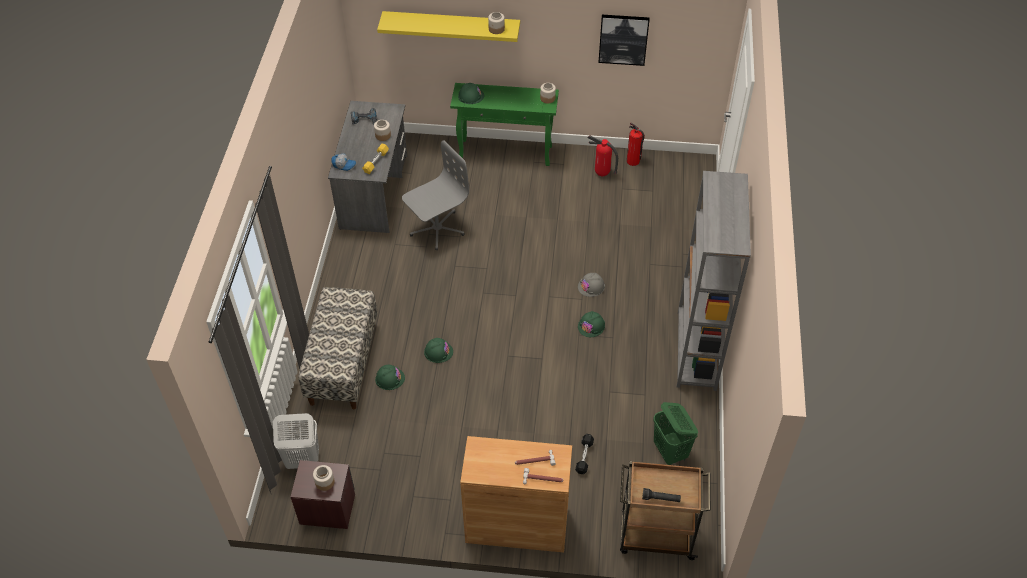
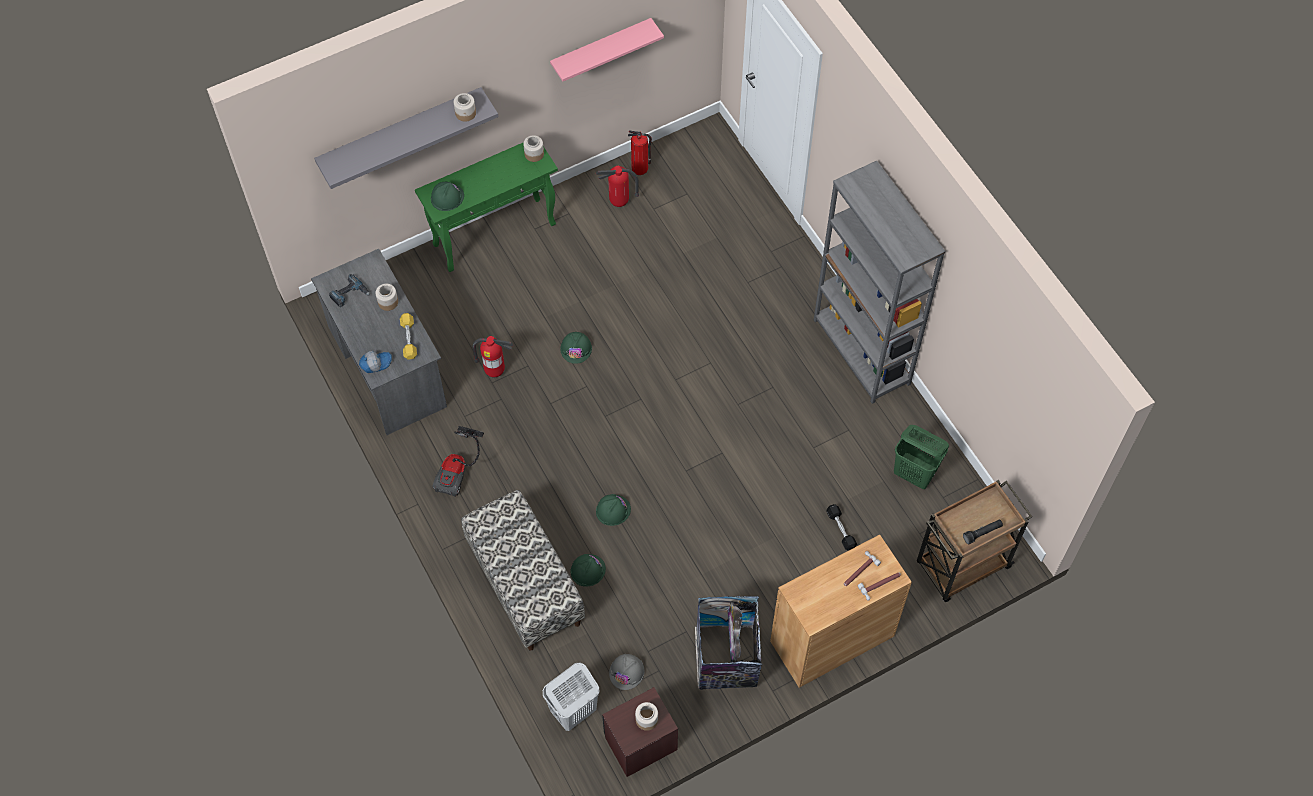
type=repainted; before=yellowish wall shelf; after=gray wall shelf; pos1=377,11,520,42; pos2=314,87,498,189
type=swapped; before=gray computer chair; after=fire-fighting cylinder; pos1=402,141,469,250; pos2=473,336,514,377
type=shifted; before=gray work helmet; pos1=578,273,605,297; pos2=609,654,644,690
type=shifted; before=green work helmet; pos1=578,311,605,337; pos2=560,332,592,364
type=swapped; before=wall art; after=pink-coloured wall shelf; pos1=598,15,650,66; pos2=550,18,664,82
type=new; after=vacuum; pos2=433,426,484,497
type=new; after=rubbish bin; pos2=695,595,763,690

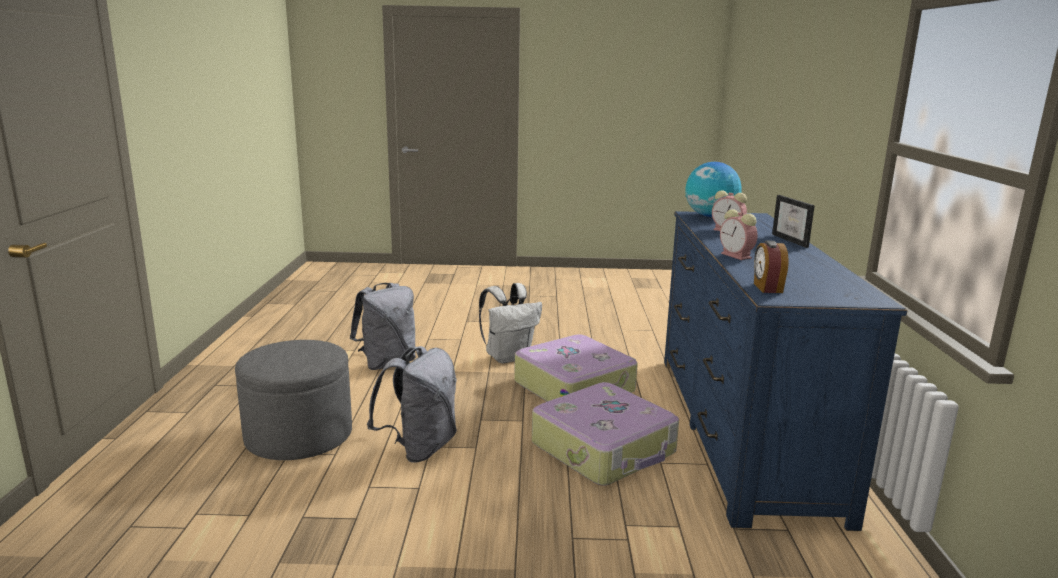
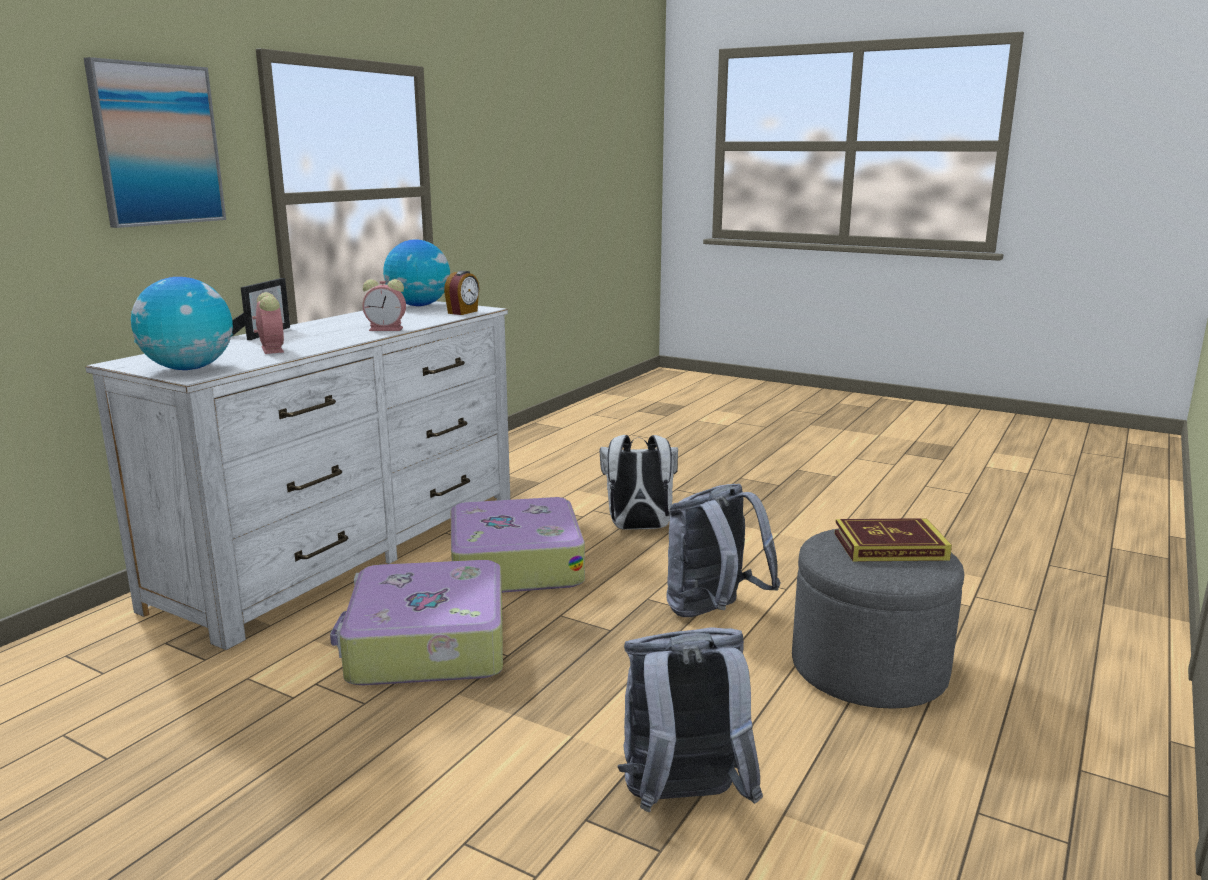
type=shifted; before=white backpack; pos1=479,283,542,363; pos2=600,435,678,530
type=repainted; before=blue drawer chest; after=white drawer chest; pos1=664,211,907,531; pos2=85,301,510,650
type=rotated; before=table clock; pos1=720,209,758,260; pos2=363,279,406,331; turn=90
type=new; after=wall art; pos2=84,57,226,228
type=new; after=globe; pos2=383,240,450,306
type=new; after=bound book; pos2=835,518,952,561

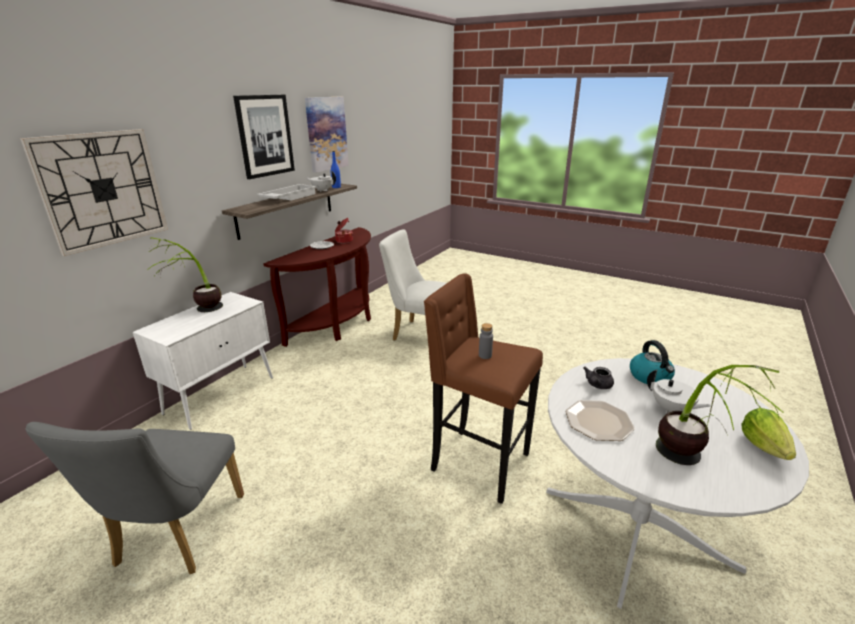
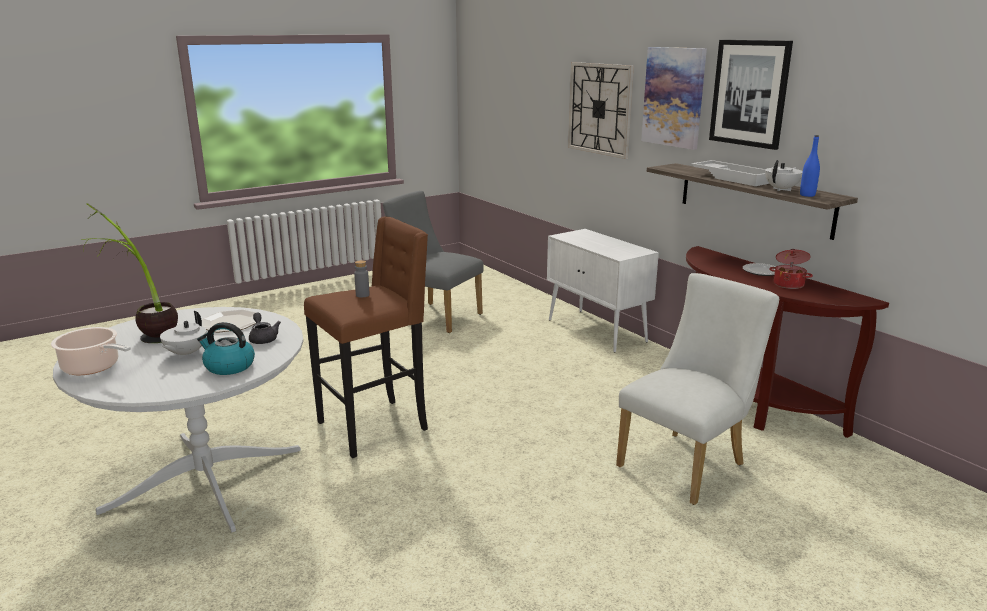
type=gone; before=plant in a pot; pos1=147,237,223,312
type=shifted; before=wall art; pos1=305,97,349,173; pos2=641,47,707,150
type=rotated; before=white pot for tea; pos1=647,369,711,414; pos2=160,311,206,359; turn=-60
type=swapped; before=lettuce head; after=saucepot; pos1=741,408,796,460; pos2=51,327,131,375

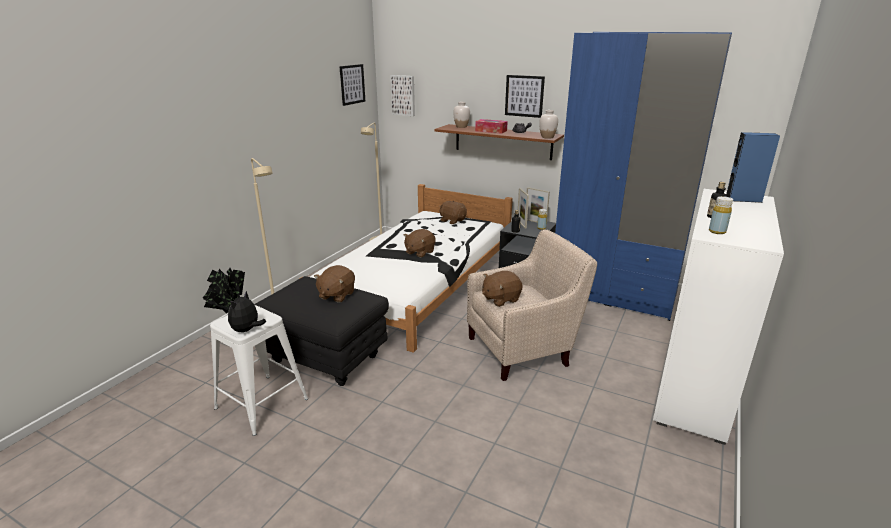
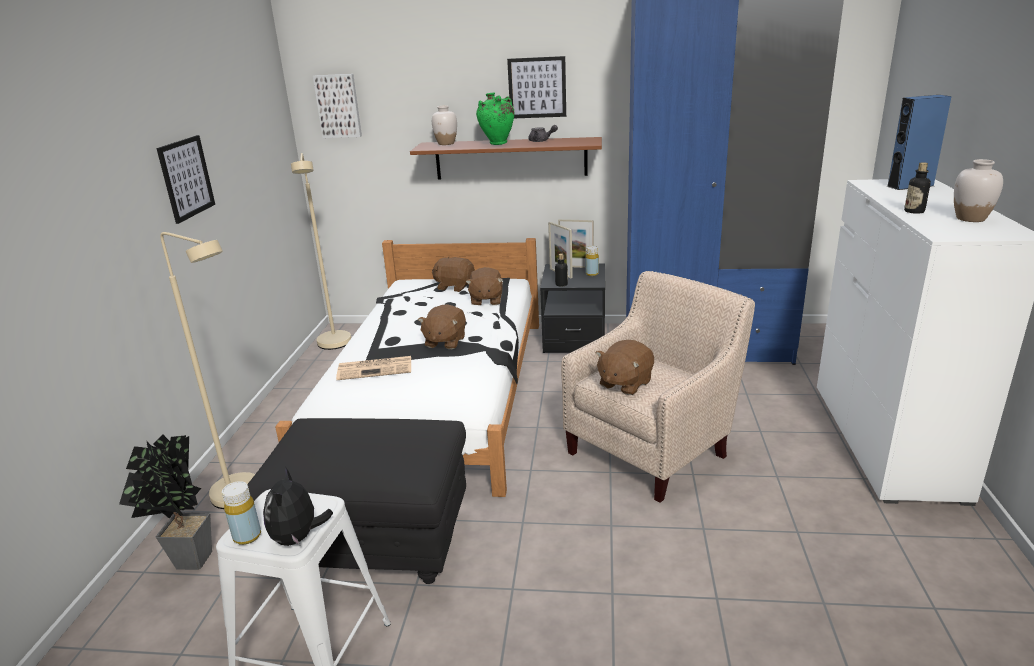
type=shifted; before=brownish plush toy; pos1=314,265,355,303; pos2=465,267,503,305
type=shifted; before=wall art; pos1=339,64,366,106; pos2=156,135,215,224
type=swapped; before=tissue box; after=green vase; pos1=475,119,508,134; pos2=476,93,514,145
type=shifted; before=white vase; pos1=539,110,558,139; pos2=954,159,1003,222
type=shifted; before=yellowish bottle; pos1=709,196,733,234; pos2=222,481,261,545
type=new; after=daily paper; pos2=336,356,411,380

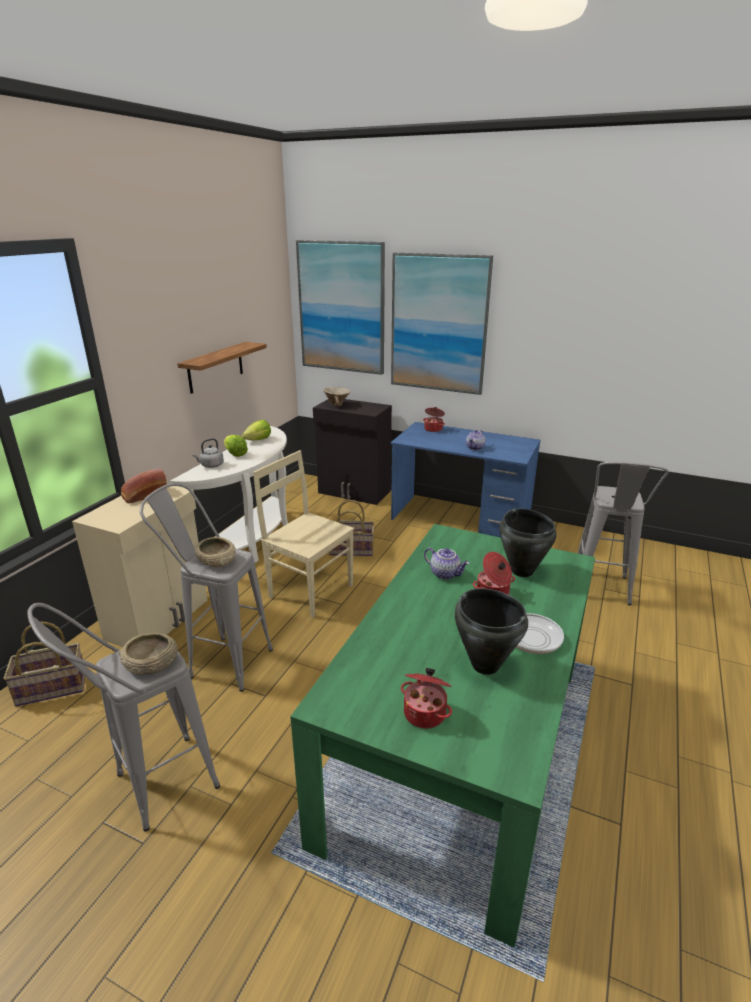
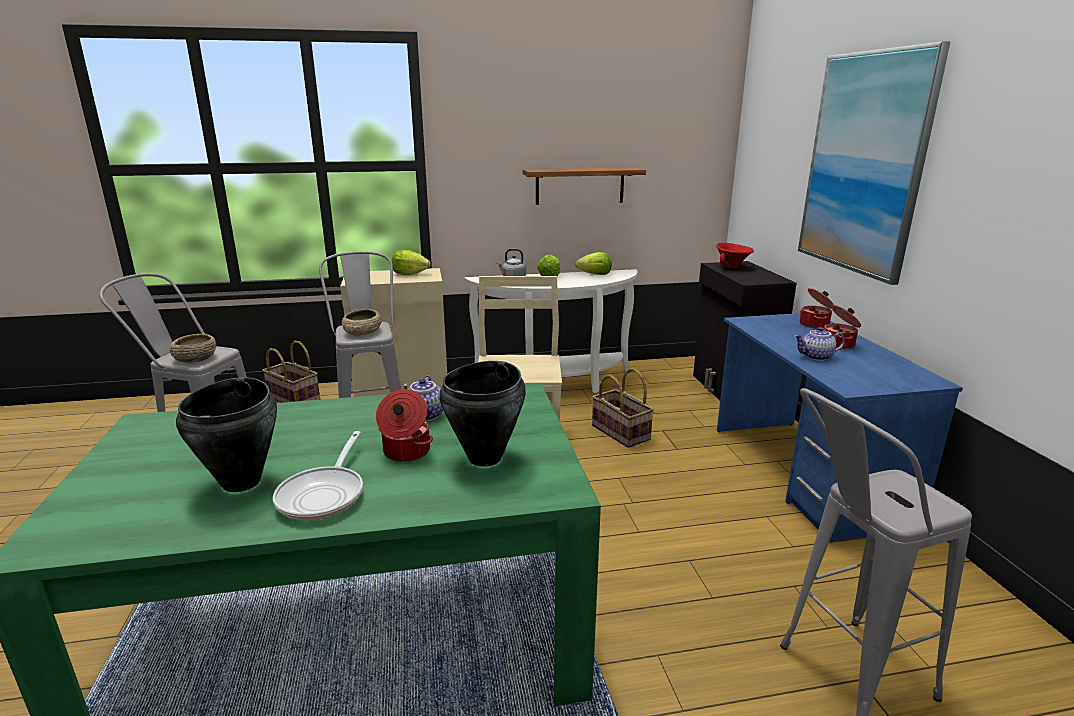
type=swapped; before=baked bread; after=lettuce head; pos1=121,468,167,503; pos2=392,250,431,275
type=gone; before=wall art; pos1=296,240,385,375
type=repainted; before=beige bowl; after=red-coloured bowl; pos1=323,387,351,407; pos2=716,243,754,269
type=shifted; before=saucepot; pos1=401,668,452,729; pos2=824,305,861,349

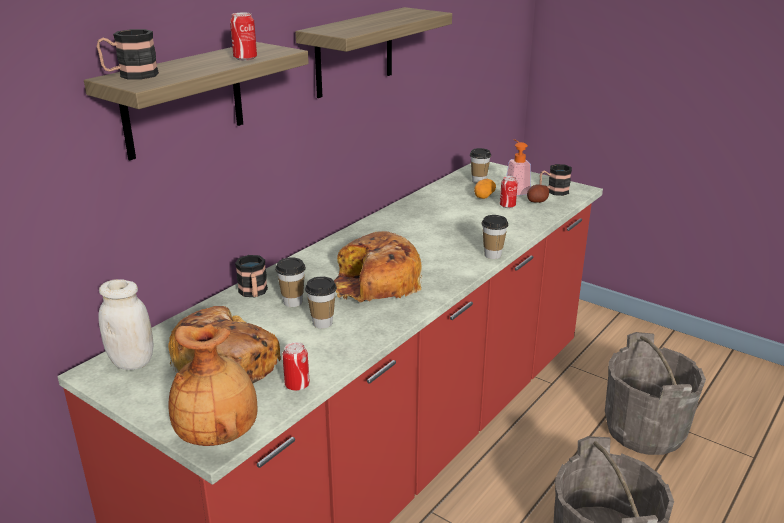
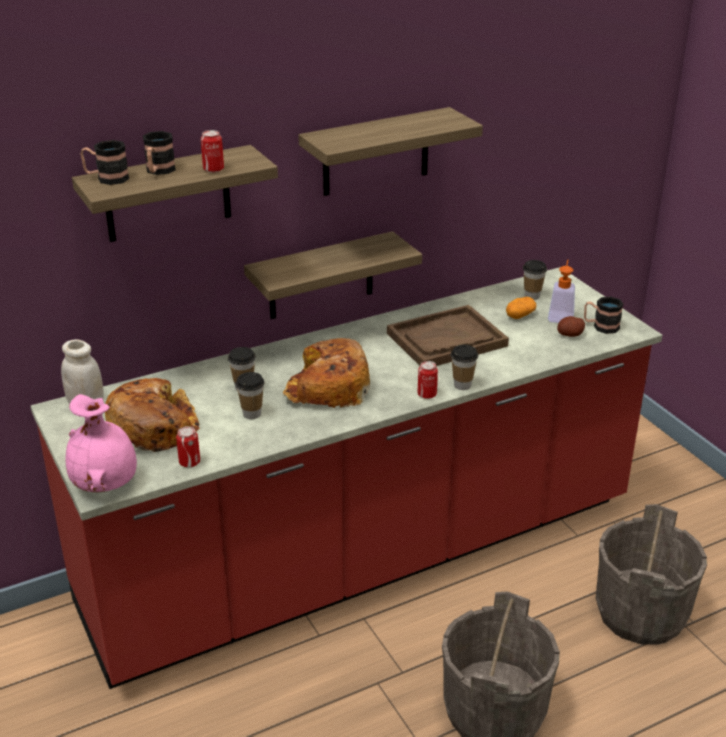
type=repainted; before=brownish vase; after=pink-coloured vase; pos1=169,324,257,446; pos2=66,394,137,492
type=shifted; before=coffee mug; pos1=235,255,268,297; pos2=143,131,176,175
type=shifted; before=sealed can; pos1=500,176,518,208; pos2=417,361,438,399
type=new; after=wall shelf; pos2=244,231,422,319
type=new; after=brownish tray; pos2=387,305,509,366

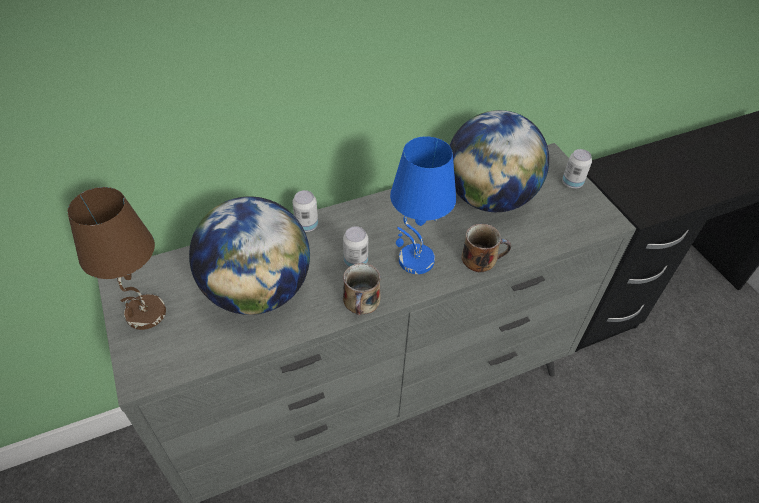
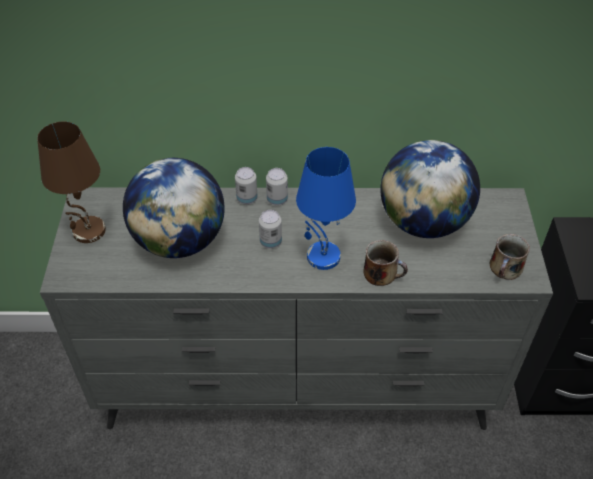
type=shifted; before=coffee mug; pos1=343,263,381,315; pos2=490,234,530,280
type=shifted; before=sealed can; pos1=562,149,592,189; pos2=266,168,288,206

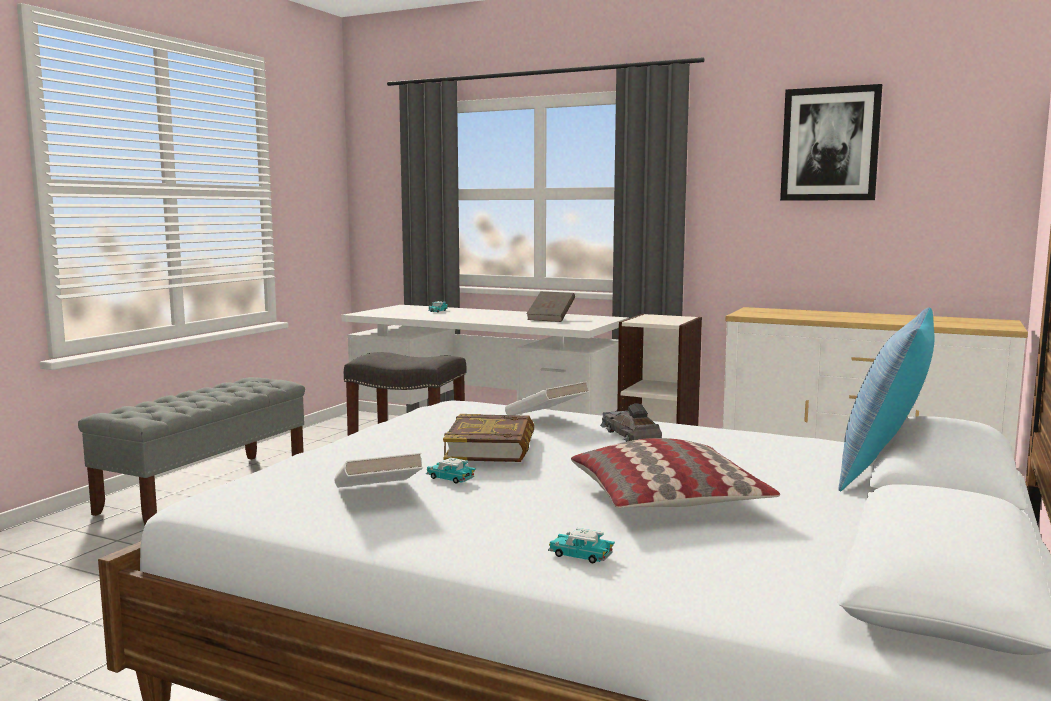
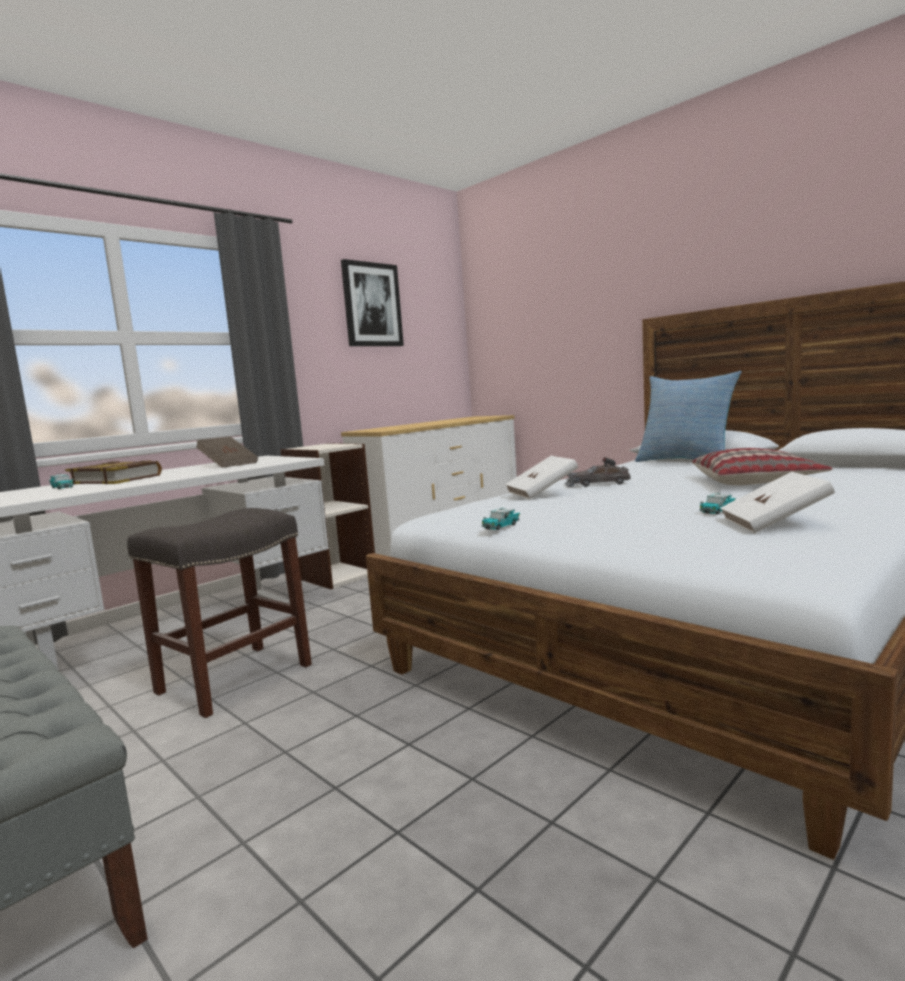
type=shifted; before=bound book; pos1=443,414,534,462; pos2=65,460,162,484
type=shifted; before=model car; pos1=548,528,615,563; pos2=481,508,520,530

